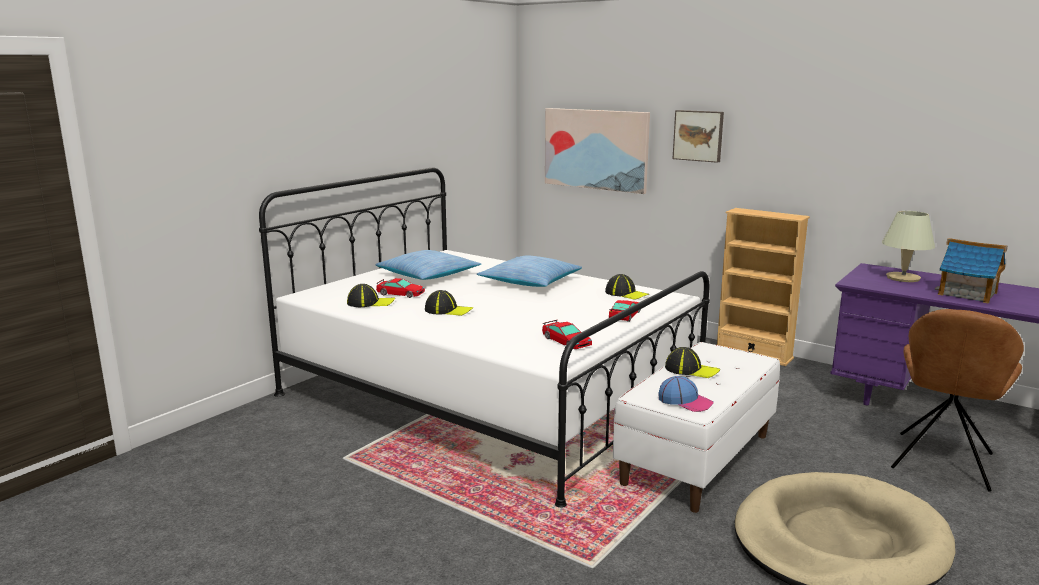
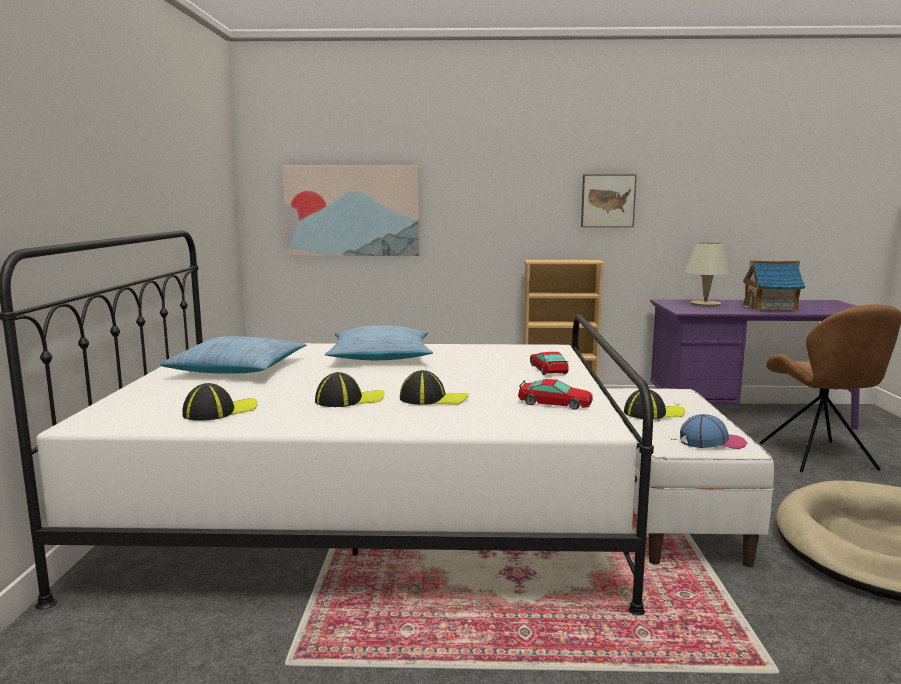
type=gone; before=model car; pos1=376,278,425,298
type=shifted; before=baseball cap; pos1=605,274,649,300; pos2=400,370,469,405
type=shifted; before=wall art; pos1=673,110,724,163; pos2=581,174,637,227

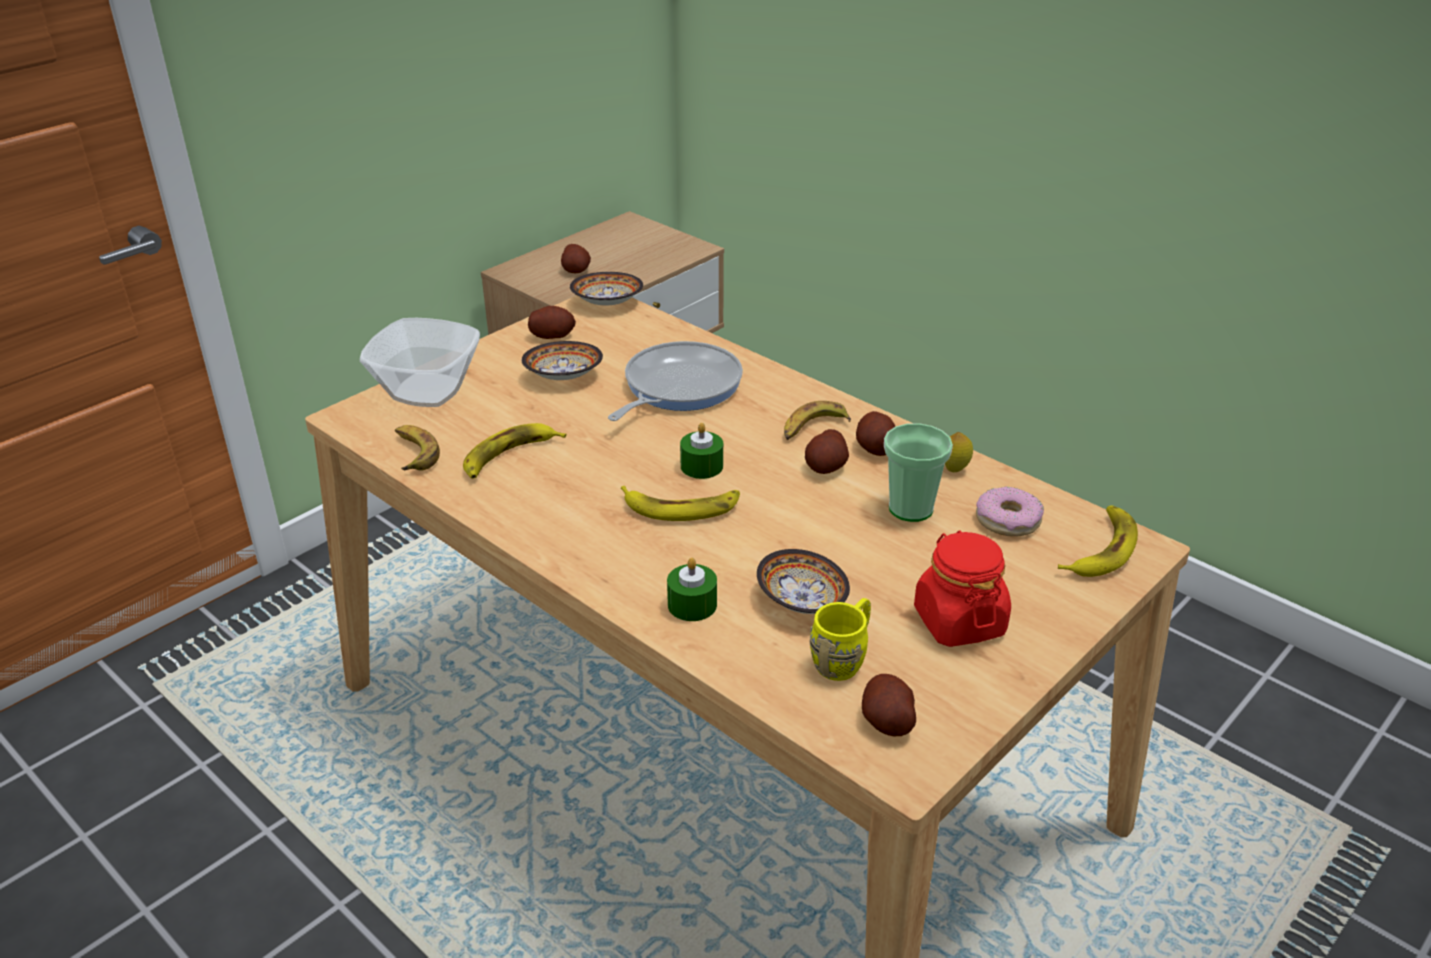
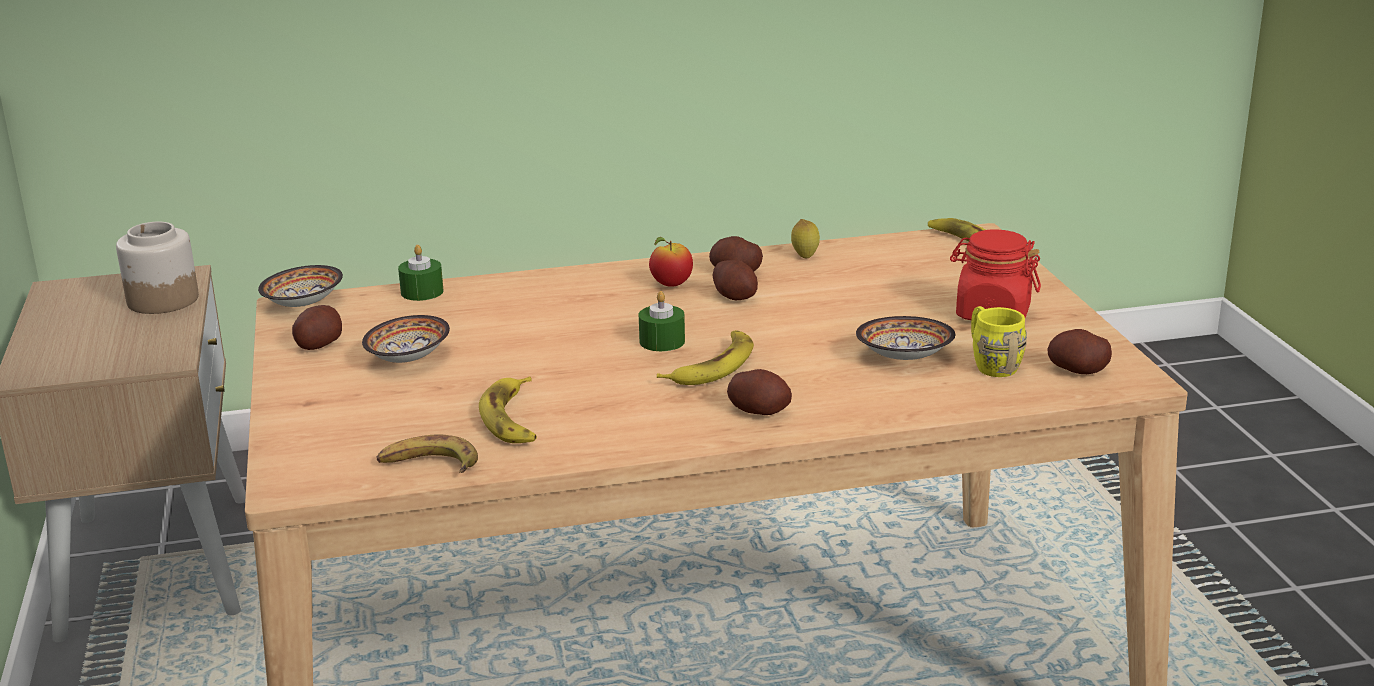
type=gone; before=bowl; pos1=360,318,480,407
type=shifted; before=spud; pos1=561,244,591,273; pos2=727,369,792,415
type=gone; before=skillet; pos1=608,341,743,421
type=shifted; before=green candle; pos1=667,558,717,621; pos2=398,245,444,301
type=swapped; before=banana; after=apple fruit; pos1=784,401,851,440; pos2=649,237,693,287
type=gone; before=small cup; pos1=884,423,953,522
type=gone; before=doughnut; pos1=976,487,1044,537
type=new; after=storage jar; pos2=116,222,199,314

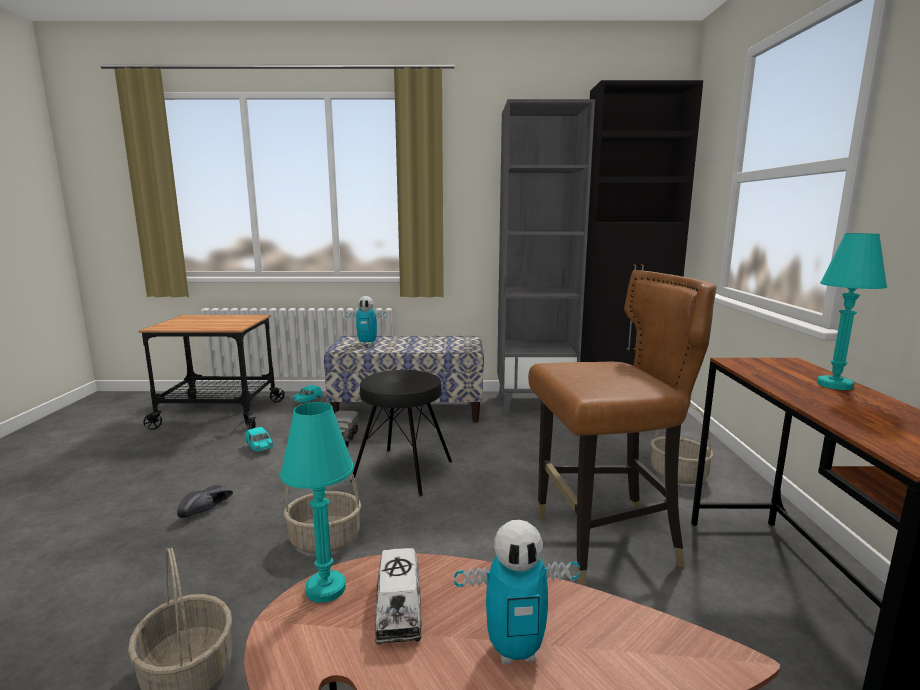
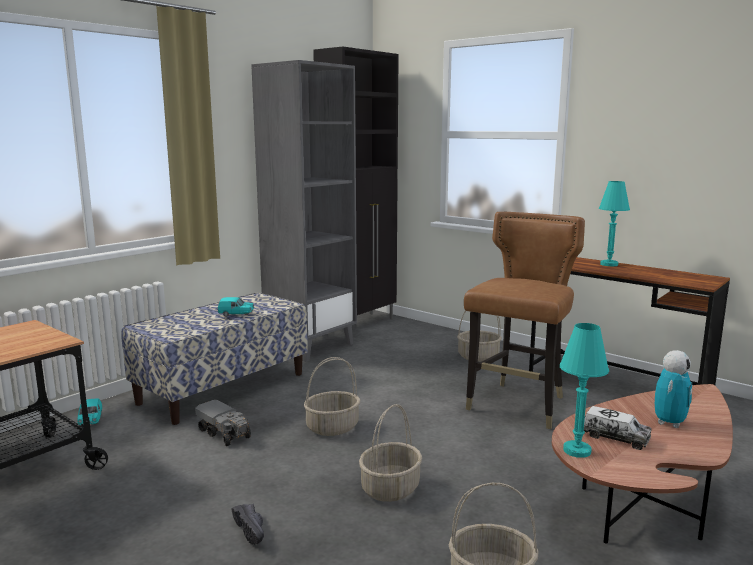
type=shifted; before=blue-green model car; pos1=245,427,274,452; pos2=217,297,254,317
type=gone; before=toy robot; pos1=346,296,387,345
type=swapped; before=black-coloured stool; after=household basket; pos1=350,370,452,497; pos2=304,357,360,436

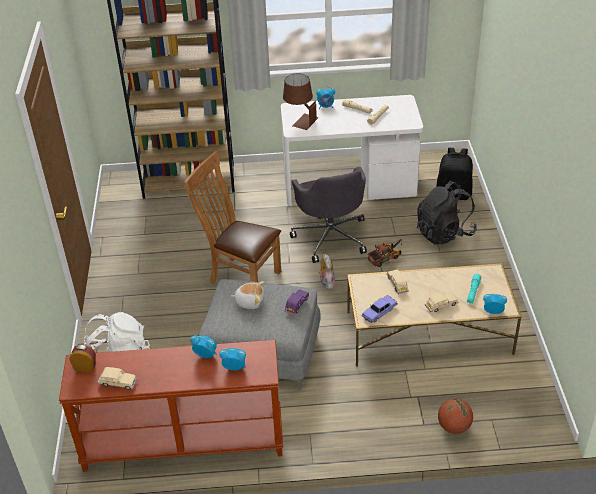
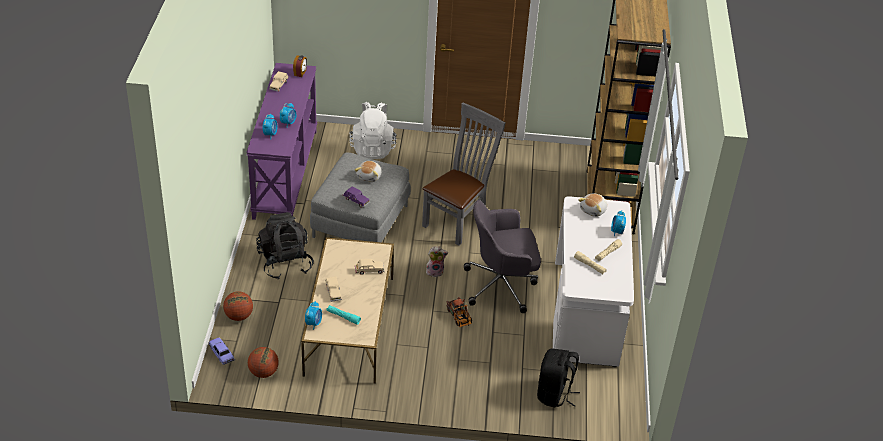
type=repainted; before=brownish console table; after=purple console table; pos1=59,340,283,472; pos2=246,63,317,220
type=repainted; before=brownish plain chair; after=gray plain chair; pos1=184,151,281,284; pos2=422,103,505,246
type=swapped; before=brownish tabletop lamp; after=plush toy; pos1=283,73,319,130; pos2=578,193,607,217
type=shifted; before=model car; pos1=362,295,398,323; pos2=208,338,235,365
type=shifted; before=black-coloured backpack; pos1=417,181,477,245; pos2=256,212,314,279
type=new; after=basketball; pos2=248,347,279,378

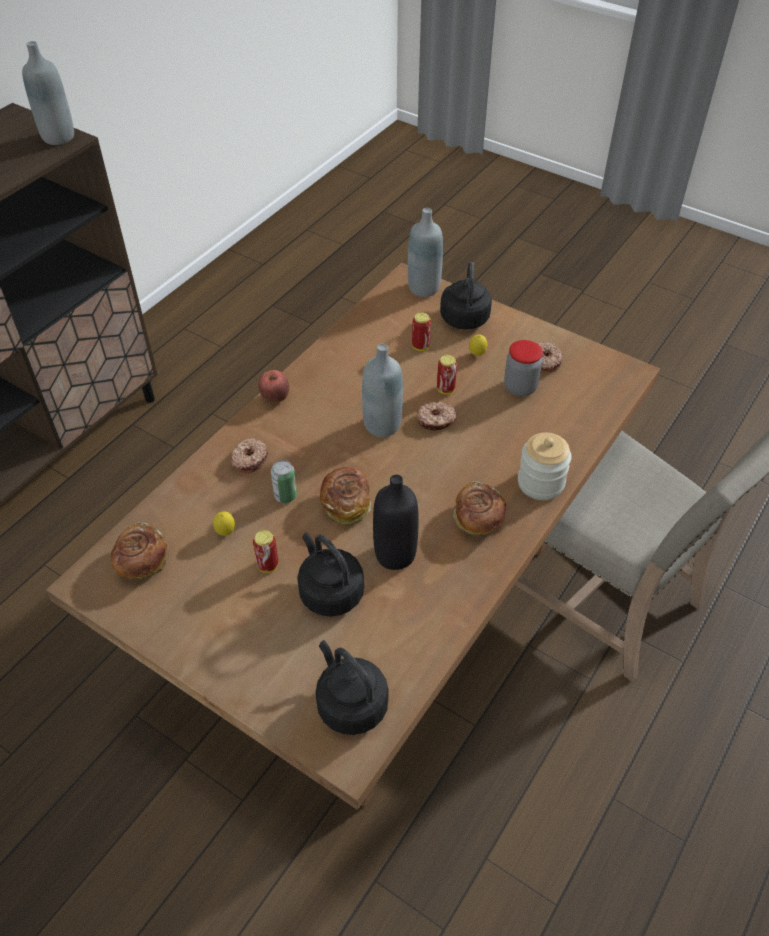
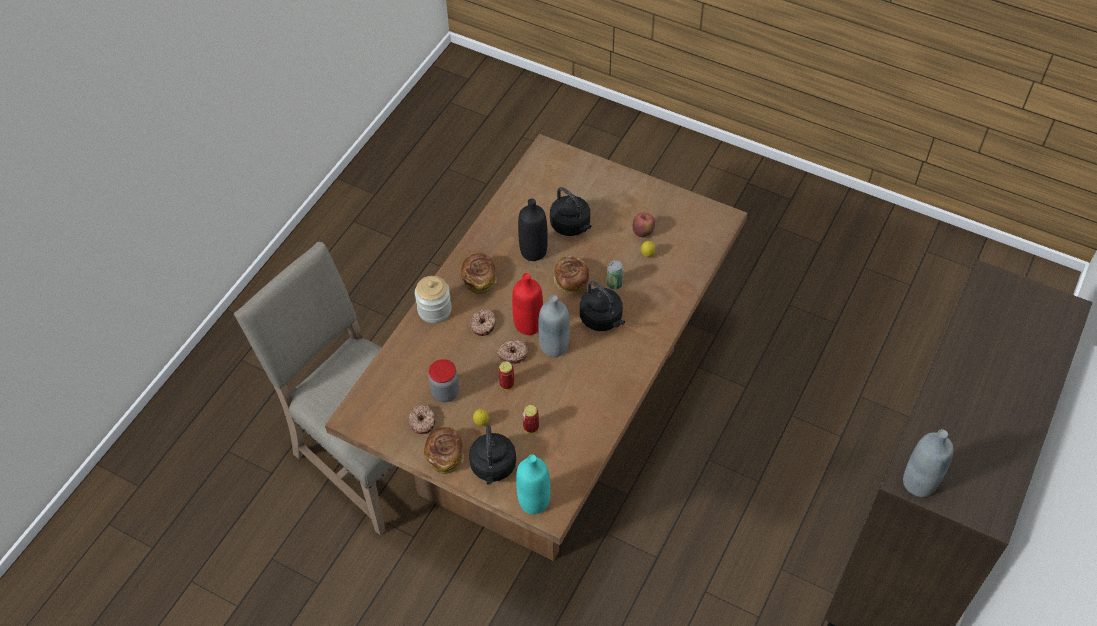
type=shifted; before=baked bread; pos1=111,522,167,579; pos2=424,427,464,474
type=shifted; before=doughnut; pos1=230,437,268,473; pos2=470,308,496,336
type=gone; before=sealed can; pos1=253,530,279,573
type=shifted; before=apple fruit; pos1=258,370,289,403; pos2=633,213,655,237
type=shifted; before=black-coloured kettle; pos1=315,640,388,735; pos2=580,281,625,331
type=repainted; before=gray bottle; after=blue-green bottle; pos1=408,208,443,297; pos2=516,454,550,514
type=new; after=red-coloured bottle; pos2=512,273,543,335

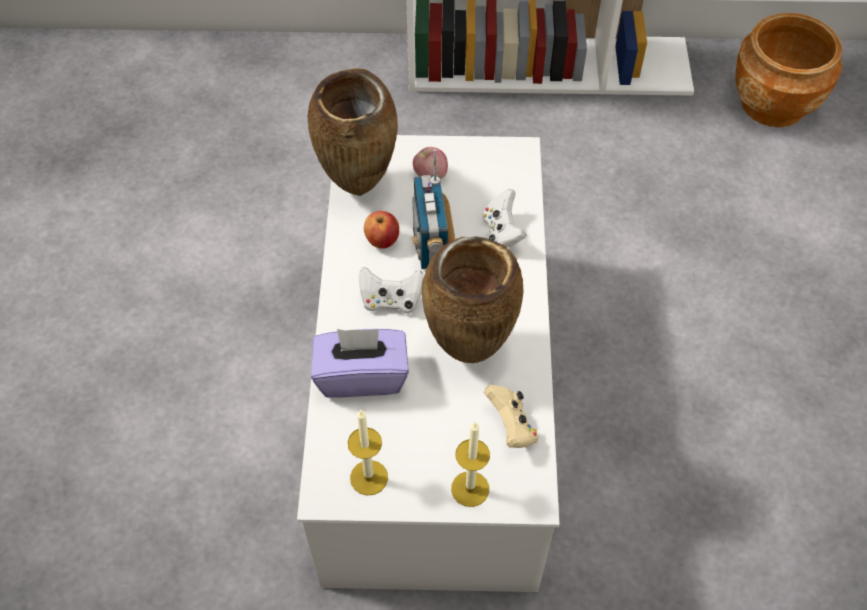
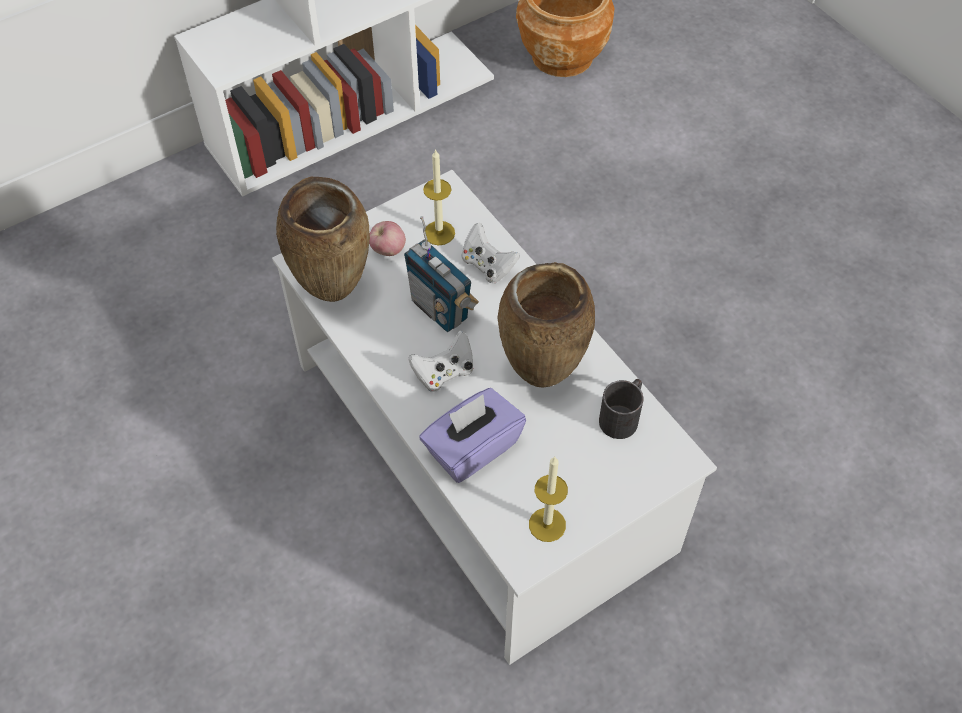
type=gone; before=apple fruit; pos1=364,211,399,249
type=shifted; before=candle; pos1=451,422,490,507; pos2=423,149,455,245
type=swapped; before=beige game controller; after=black-coloured coffee mug; pos1=483,385,539,448; pos2=599,379,643,439

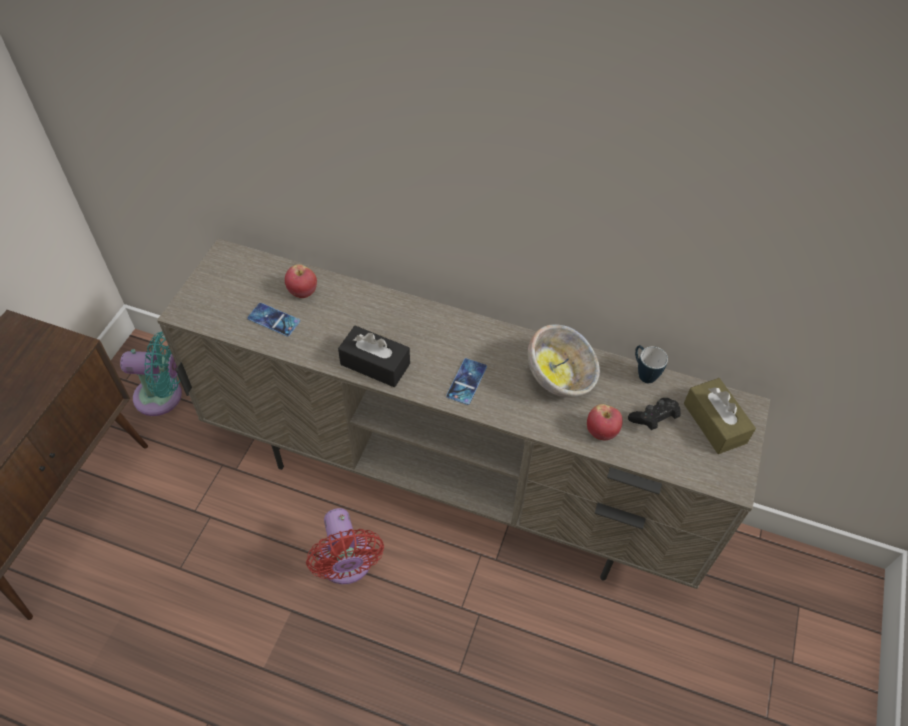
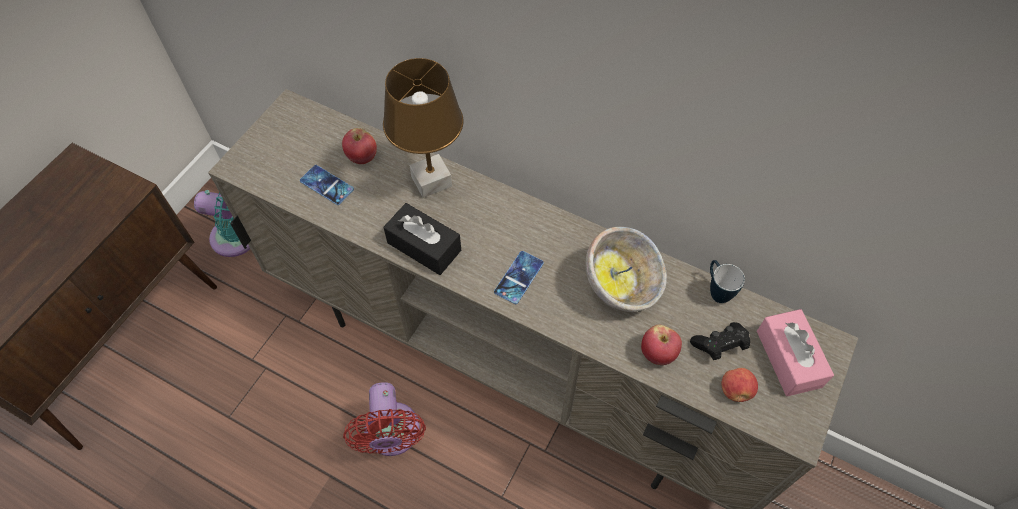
type=repainted; before=brownish tissue box; after=pink-coloured tissue box; pos1=684,378,756,454; pos2=757,309,834,396
type=new; after=brownish tabletop lamp; pos2=383,58,463,198
type=new; after=apple fruit; pos2=721,368,758,402

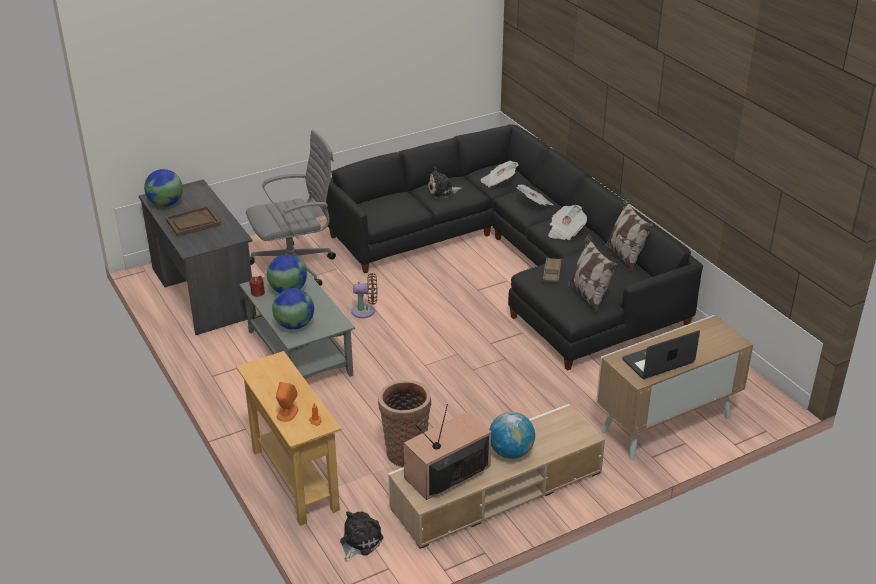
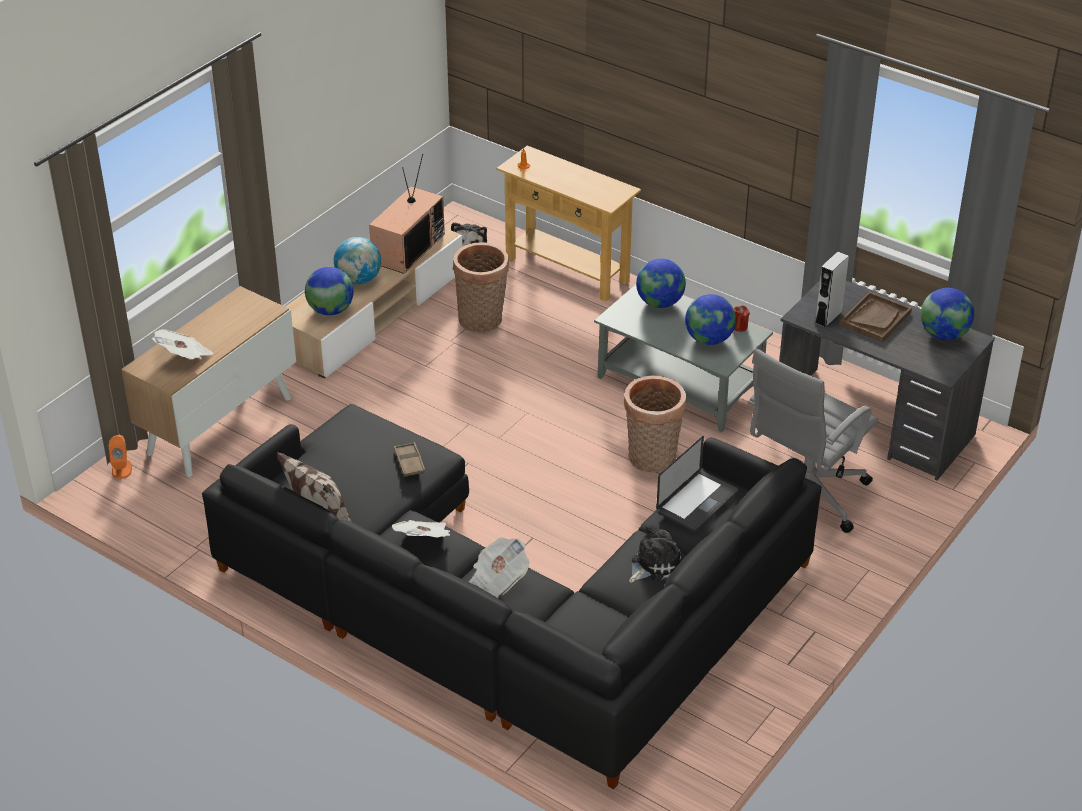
type=shifted; before=orange-coloured audio speaker; pos1=276,382,298,422; pos2=109,435,132,479
type=swapped; before=brownish cooling fan; after=household basket; pos1=351,273,378,318; pos2=624,376,686,472
type=shifted; before=daily paper; pos1=480,160,518,187; pos2=152,329,213,360
type=gone; before=throw pillow; pos1=568,234,618,314
type=shifted; before=laptop; pos1=622,330,700,379; pos2=656,436,738,532
type=new; after=globe; pos2=305,267,354,315
type=new; after=gray audio speaker; pos2=815,251,849,328

